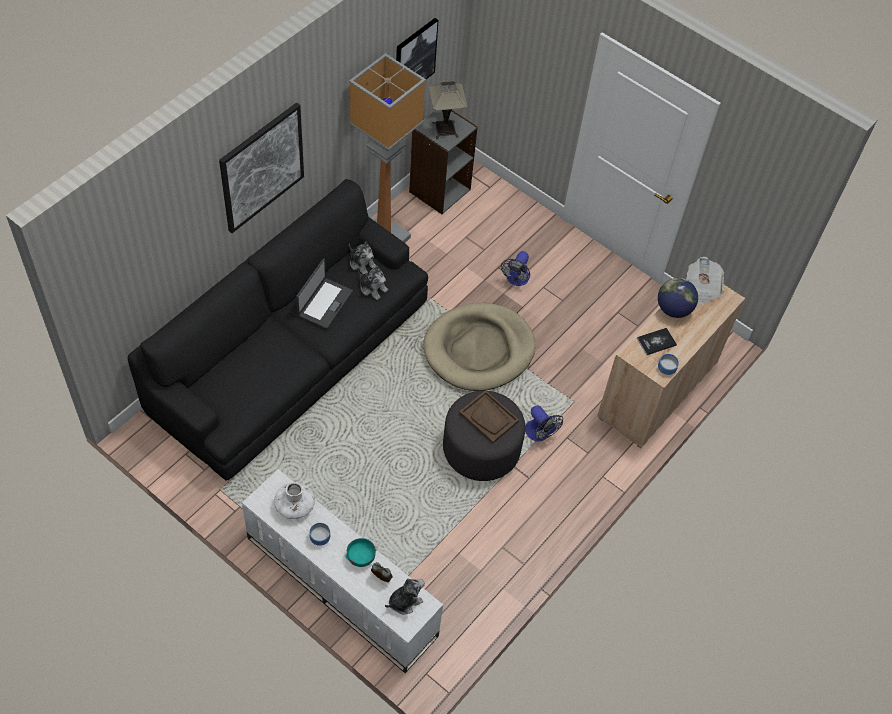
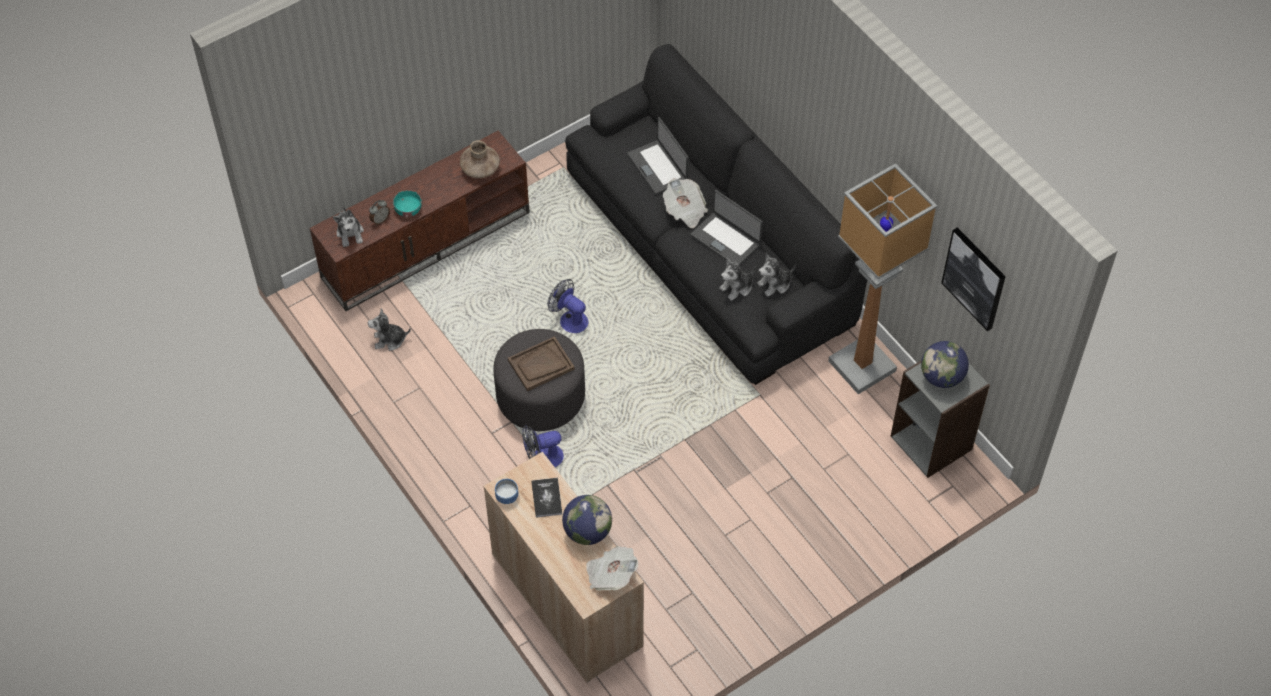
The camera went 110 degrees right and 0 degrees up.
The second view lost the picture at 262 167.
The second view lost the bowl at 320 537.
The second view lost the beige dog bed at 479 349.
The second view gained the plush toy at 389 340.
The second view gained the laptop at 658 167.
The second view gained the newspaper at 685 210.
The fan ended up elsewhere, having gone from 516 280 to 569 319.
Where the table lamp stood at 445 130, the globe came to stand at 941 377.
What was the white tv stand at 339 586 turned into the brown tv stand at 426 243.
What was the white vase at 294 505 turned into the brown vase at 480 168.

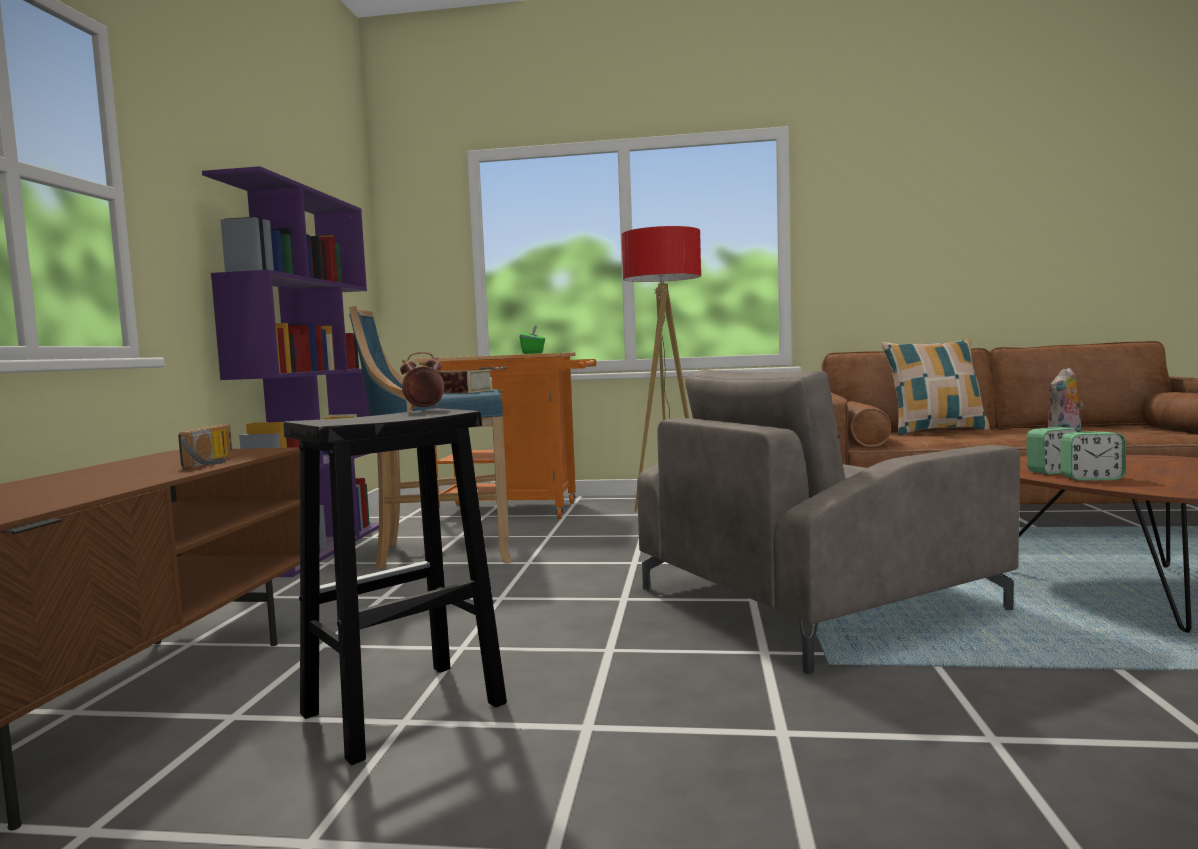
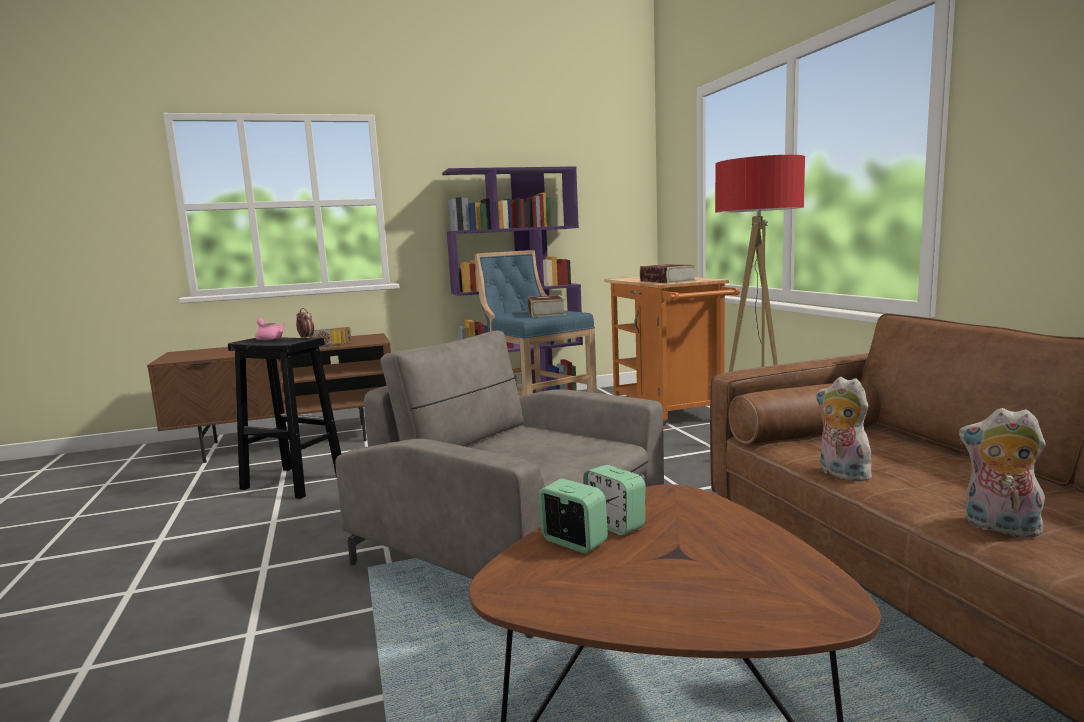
The camera went 65 degrees right and 5 degrees up.
The second view lost the pillow at 935 431.
The second view gained the pink teapot at 268 338.
The second view gained the plush toy at 840 474.
Where the green tissue box stood at 533 353, the book came to stand at 667 281.
The alarm clock at 1091 478 ended up facing another way, 150 degrees clockwise from before.

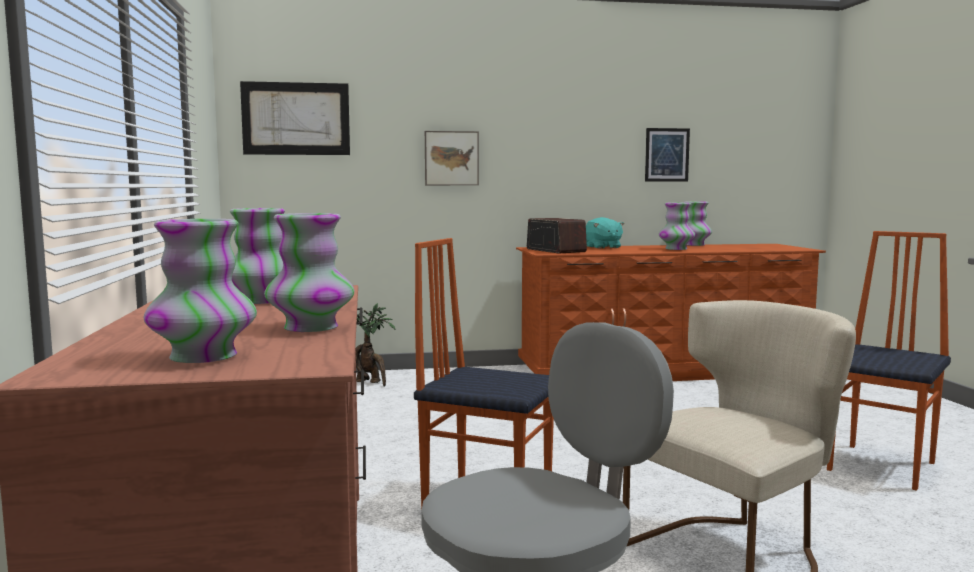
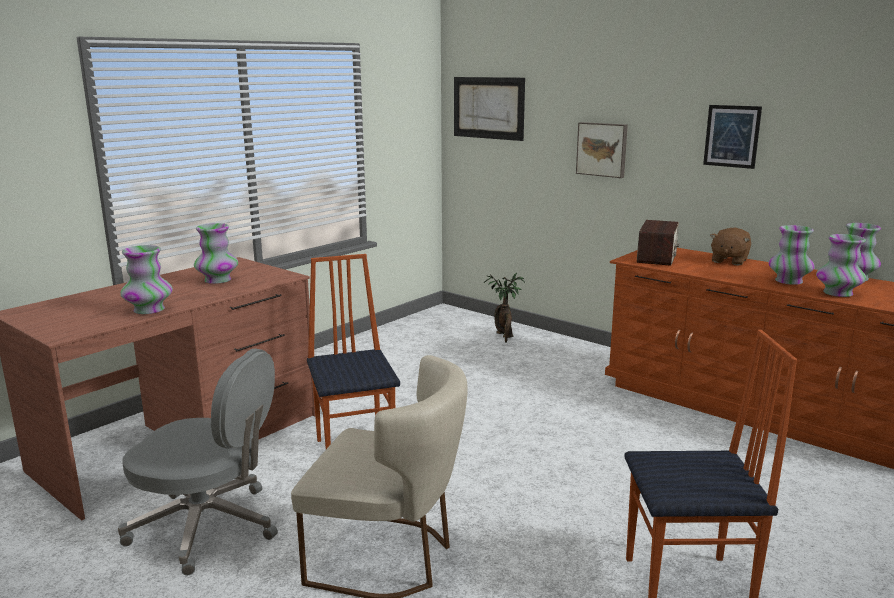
The camera went 50 degrees right and 10 degrees up.
The vase ended up elsewhere, having gone from 203 357 to 837 293.
The picture ended up elsewhere, having gone from 667 155 to 732 136.
What was the turquoise plush toy at 602 247 turned into the brown plush toy at 728 261.

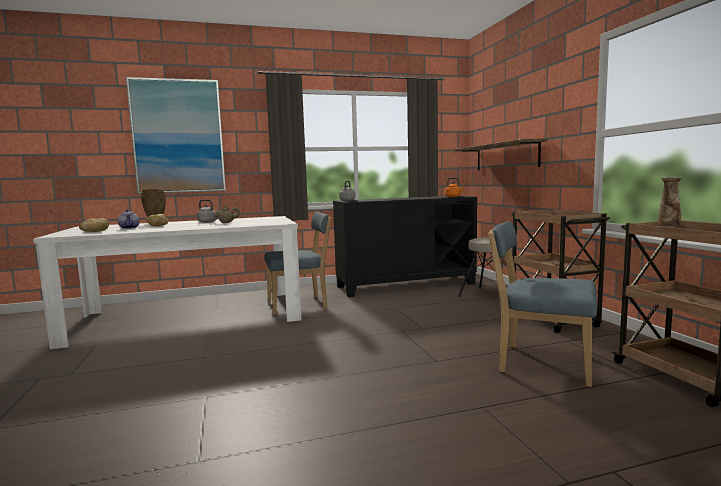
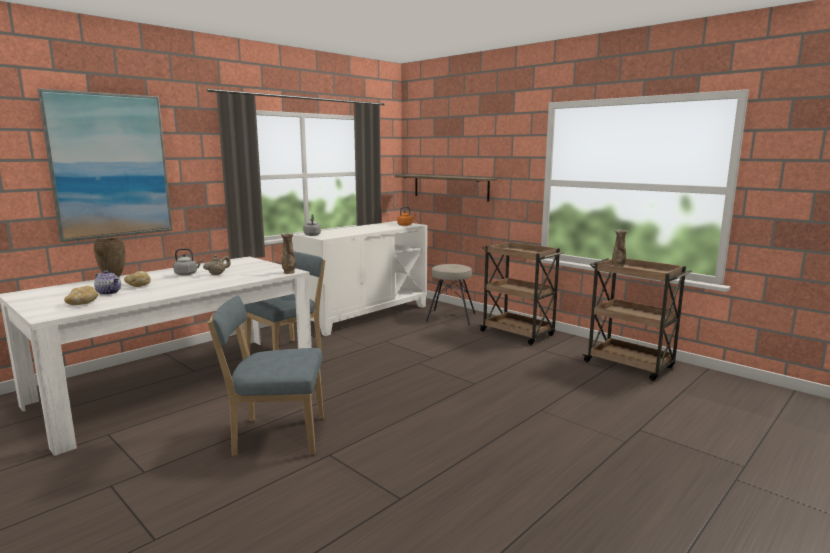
The camera went 30 degrees left and 5 degrees up.
The second view gained the vase at 289 272.
The blue chair ended up elsewhere, having gone from 540 363 to 275 436.
What was the black cabinet at 405 285 turned into the white cabinet at 364 315.

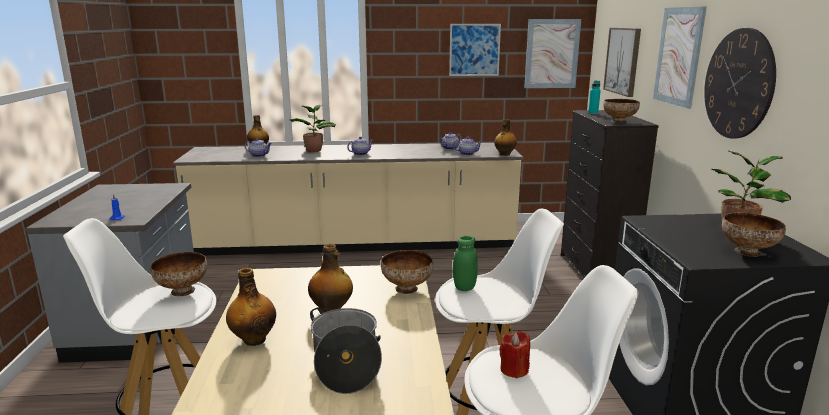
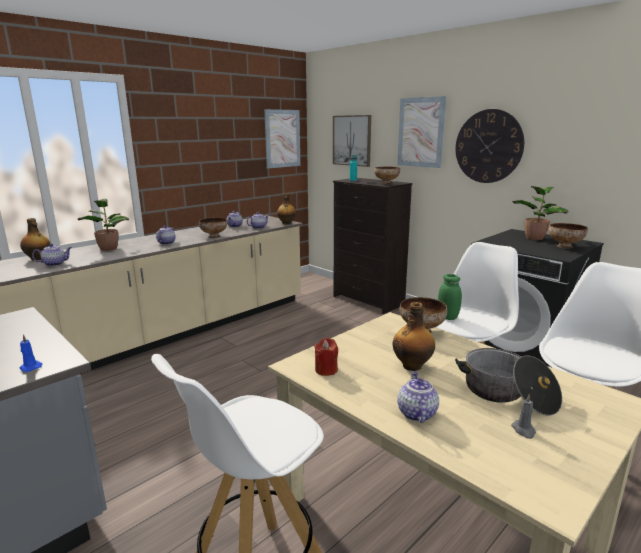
The camera went 40 degrees left and 0 degrees up.
The second view lost the picture at 474 50.
The second view gained the grey candle at 524 430.
The bowl ended up elsewhere, having gone from 182 291 to 213 236.
The red candle ended up elsewhere, having gone from 514 369 to 326 370.
Where the bottle stood at 254 339, the teapot came to stand at 416 413.

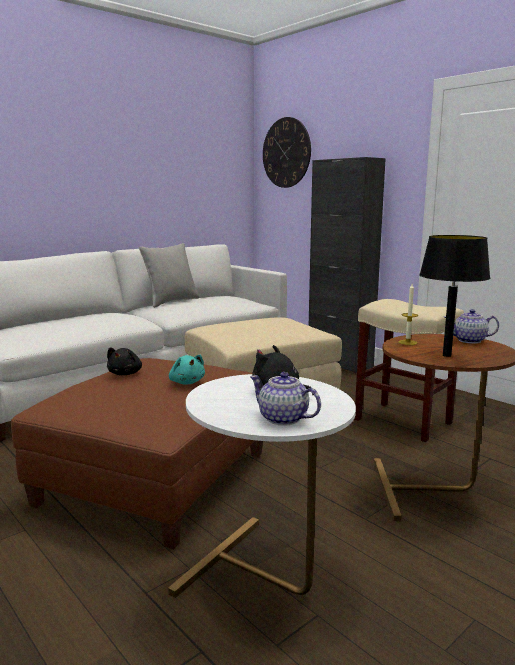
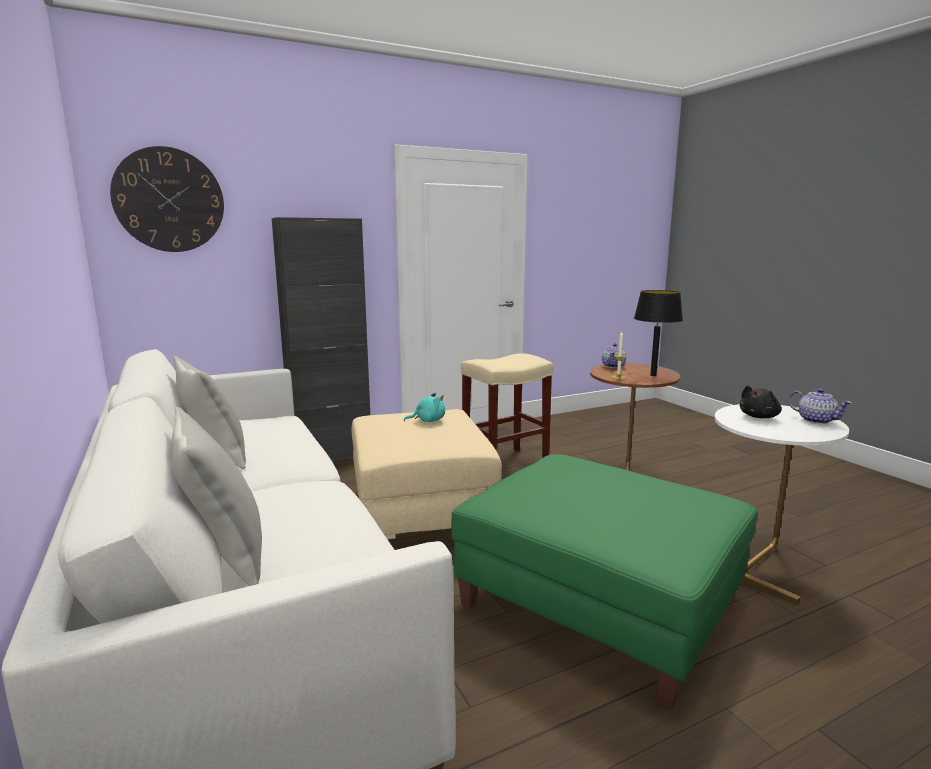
The camera went 75 degrees left and 0 degrees up.
The second view lost the black plush toy at 126 373.
The second view gained the grey pillow at 224 555.
The turquoise plush toy ended up elsewhere, having gone from 186 382 to 428 421.
What was the brown ottoman at 155 477 turned into the green ottoman at 597 602.
The teapot at 283 419 ended up facing another way, 90 degrees counterclockwise from before.

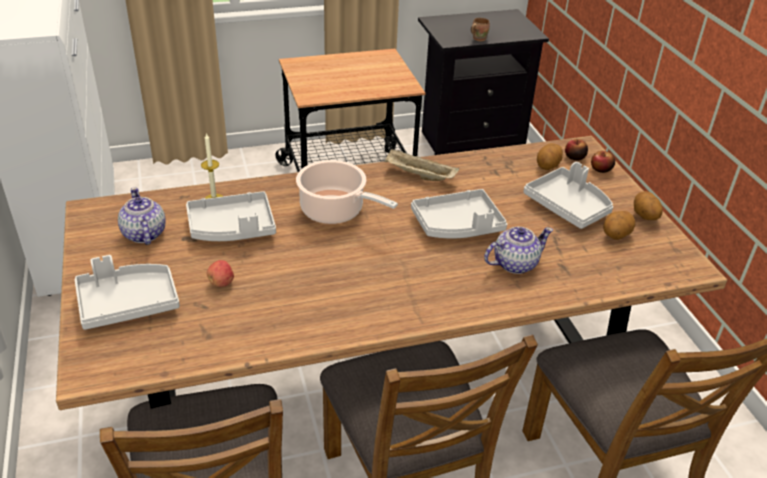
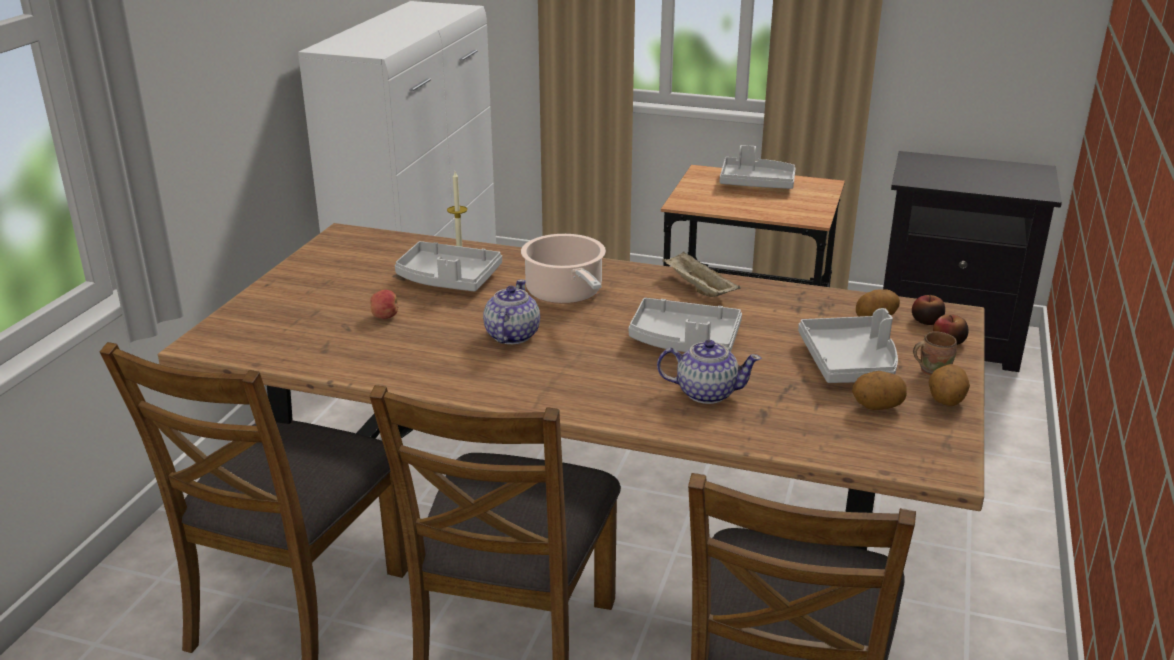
The camera went 35 degrees right and 10 degrees down.
The grey tray ended up elsewhere, having gone from 128 303 to 756 183.
The teapot ended up elsewhere, having gone from 144 234 to 511 336.
The brown mug ended up elsewhere, having gone from 478 38 to 932 372.

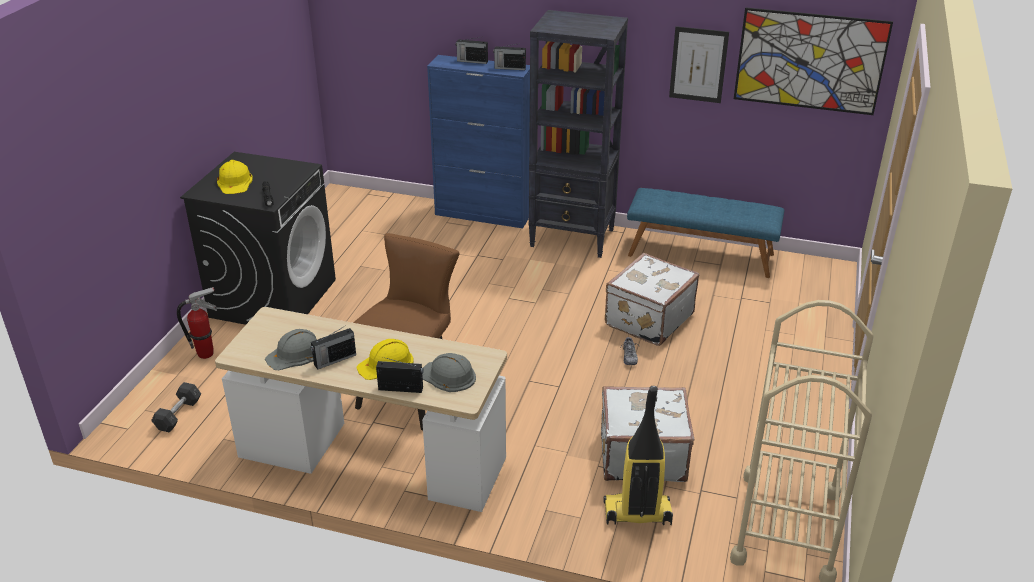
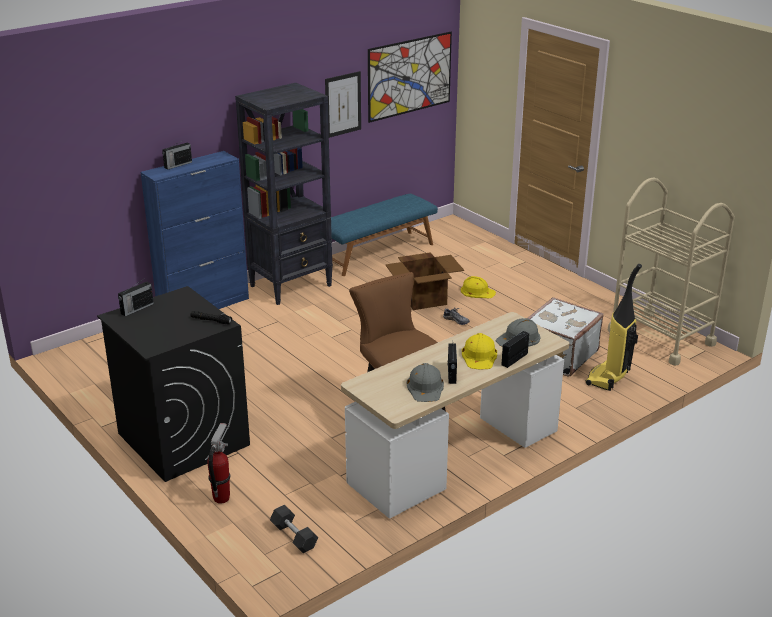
The camera went 55 degrees left and 5 degrees down.
The yellow hard hat ended up elsewhere, having gone from 235 182 to 477 291.
The radio ended up elsewhere, having gone from 509 68 to 136 309.
Where the white suitcase stood at 647 319, the cardboard box came to stand at 424 299.

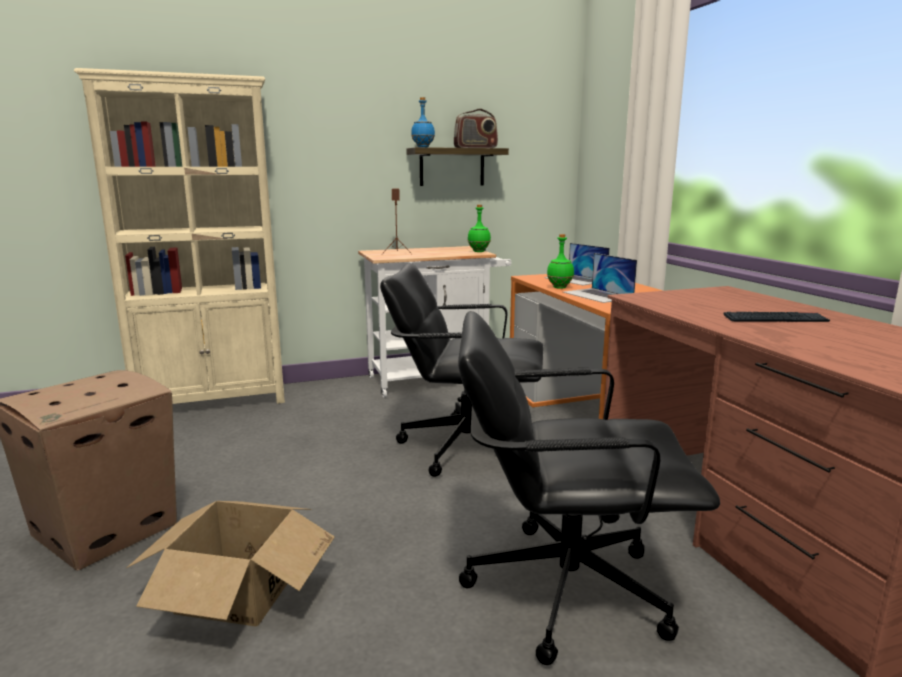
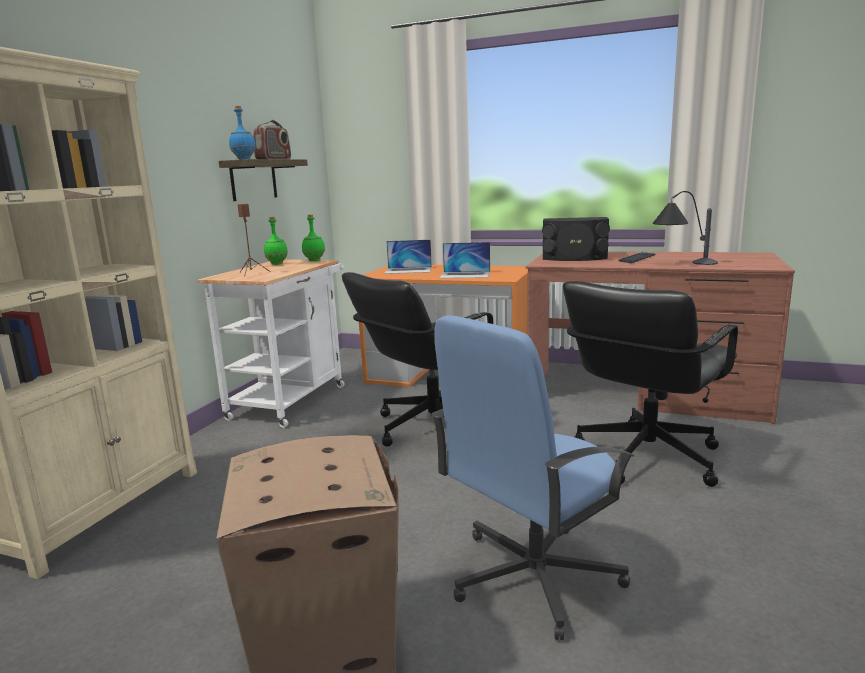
The camera went 50 degrees left and 0 degrees up.
The second view gained the black speaker at 574 257.
The second view gained the table lamp at 681 264.
The green bottle ended up elsewhere, having gone from 559 287 to 276 264.
Where the cardboard box stood at 239 589, the blue office chair came to stand at 532 576.

